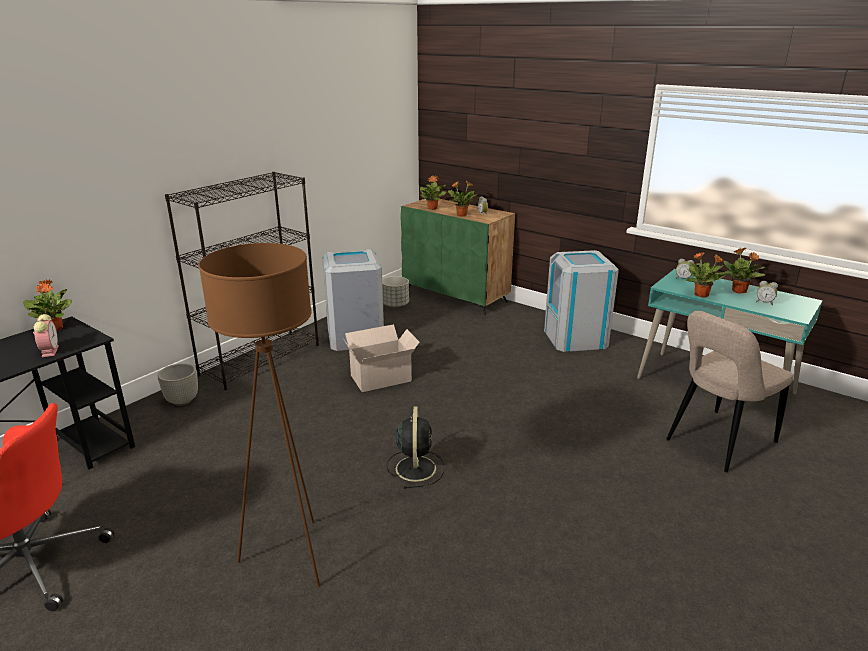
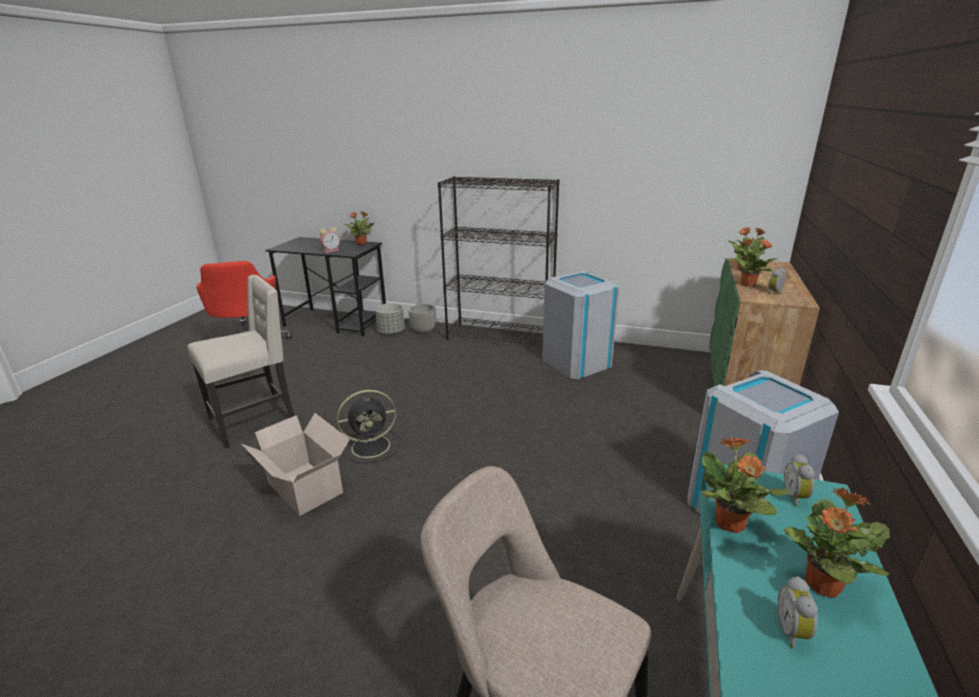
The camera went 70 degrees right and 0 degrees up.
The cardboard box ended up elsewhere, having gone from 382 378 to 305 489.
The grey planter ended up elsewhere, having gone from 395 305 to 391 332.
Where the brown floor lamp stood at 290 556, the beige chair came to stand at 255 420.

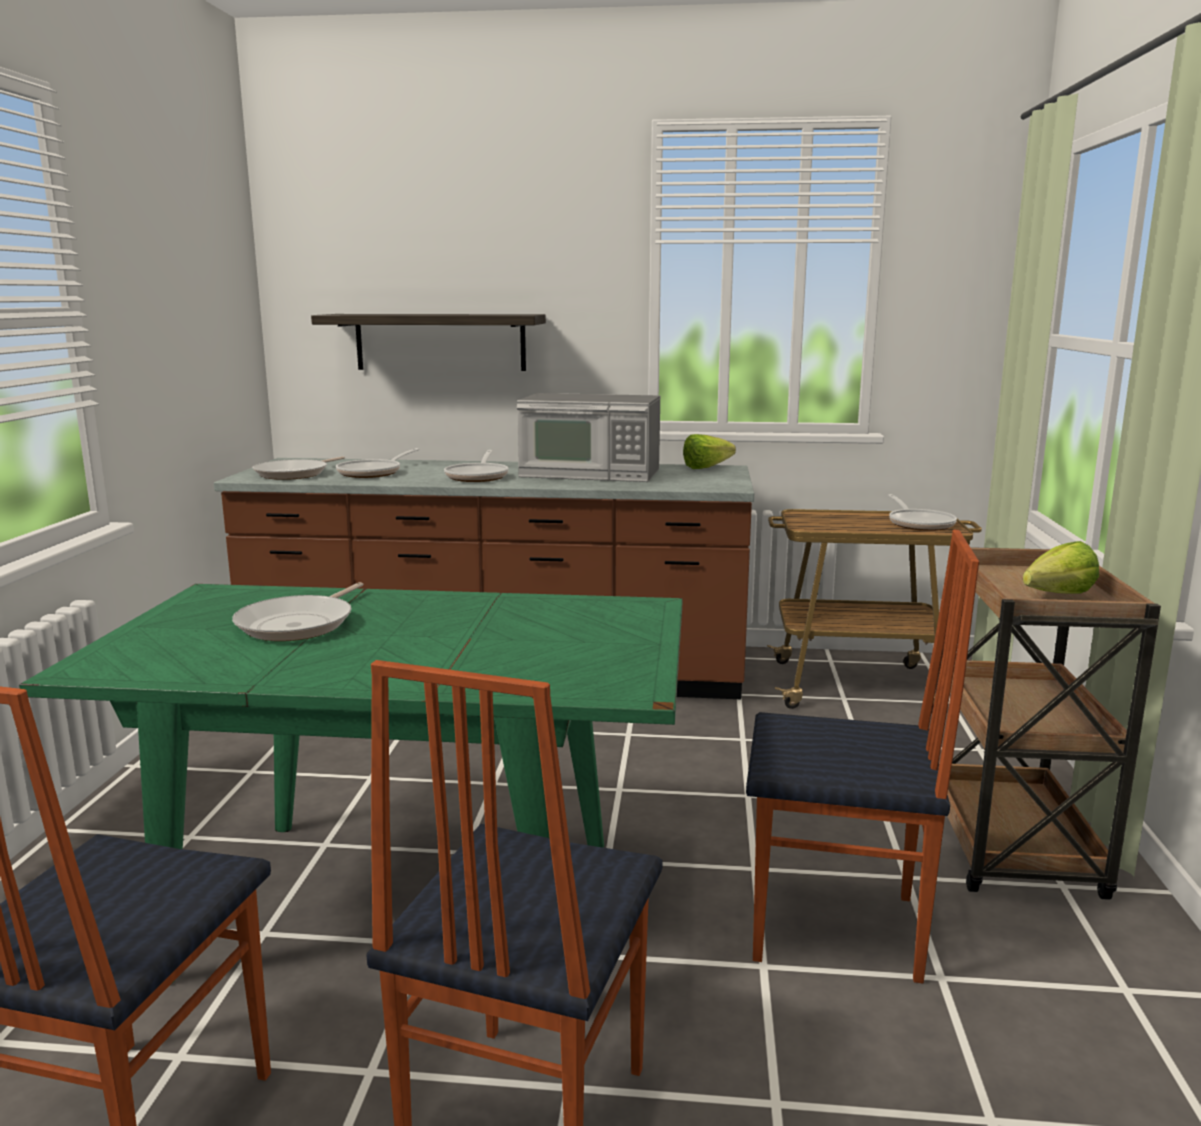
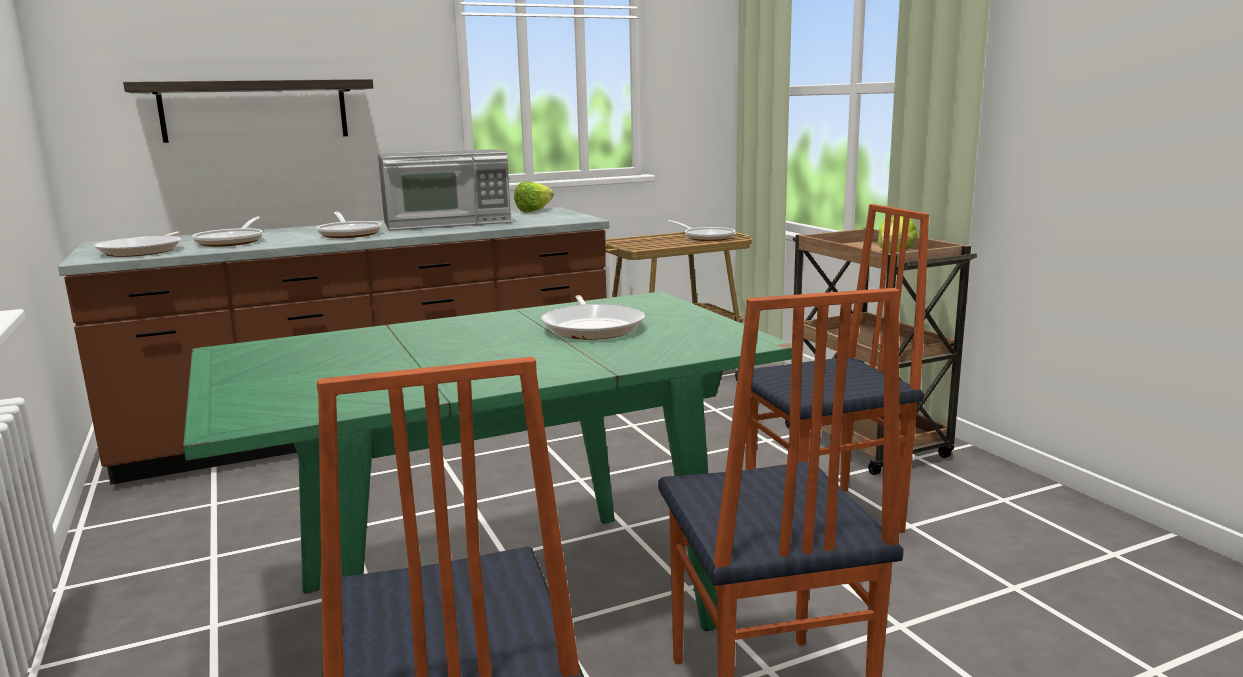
The camera went 30 degrees left and 0 degrees up.
The frying pan ended up elsewhere, having gone from 300 624 to 593 327.

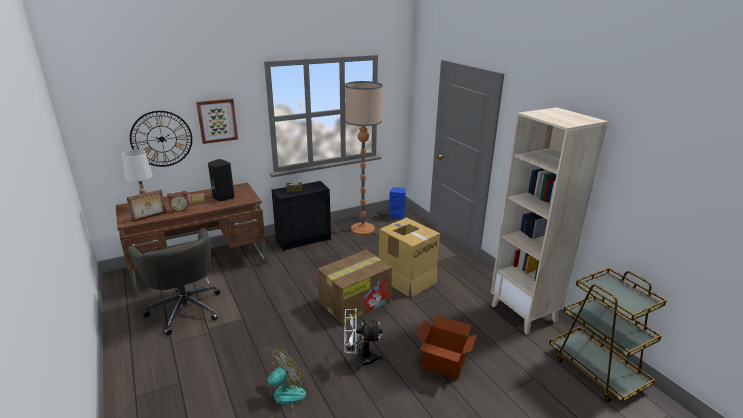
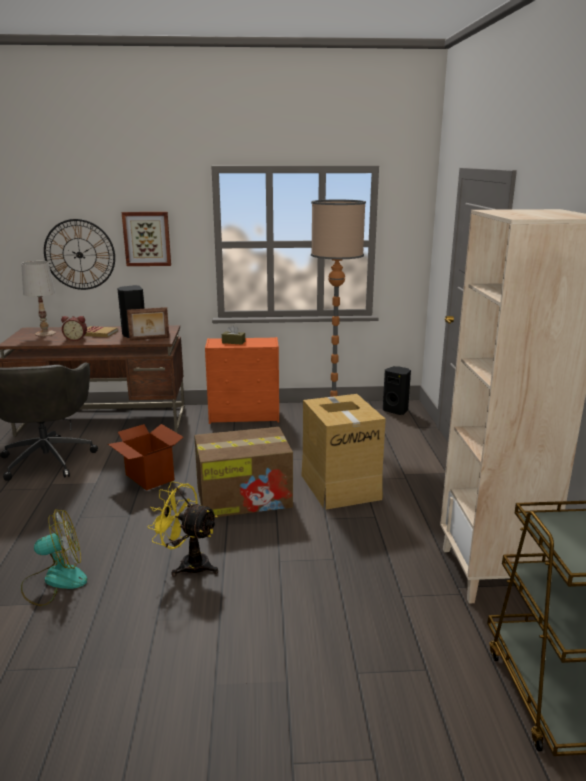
The camera went 25 degrees right and 5 degrees down.
The picture frame ended up elsewhere, having gone from 149 217 to 149 339.
The cardboard box ended up elsewhere, having gone from 443 364 to 149 477.
What was the black dresser at 304 240 turned into the orange dresser at 245 416.
What was the white fan at 360 359 turned into the yellow fan at 188 564.
What was the blue speaker at 397 216 turned into the black speaker at 396 410.

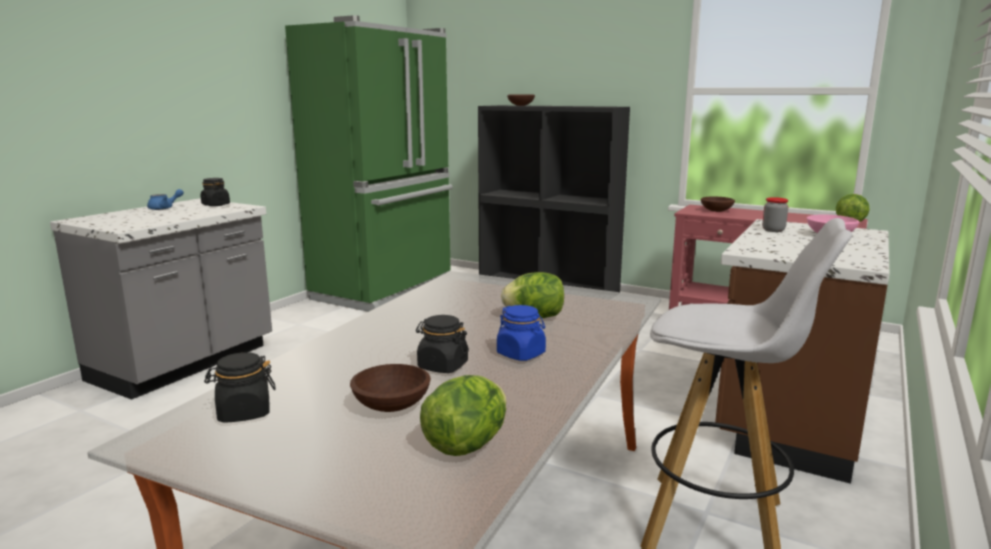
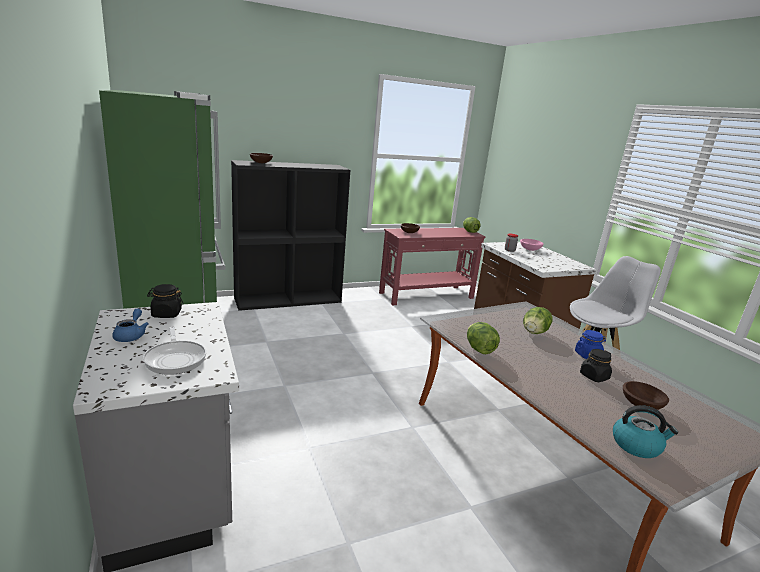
The camera went 55 degrees left and 5 degrees up.
The second view gained the frying pan at 175 359.
The lettuce ended up elsewhere, having gone from 466 444 to 479 349.
Where the black jar stood at 244 412, the kettle came to stand at 636 445.

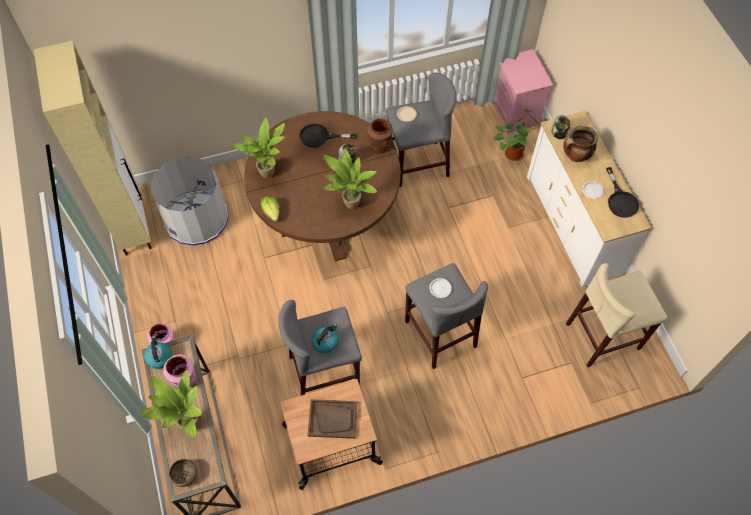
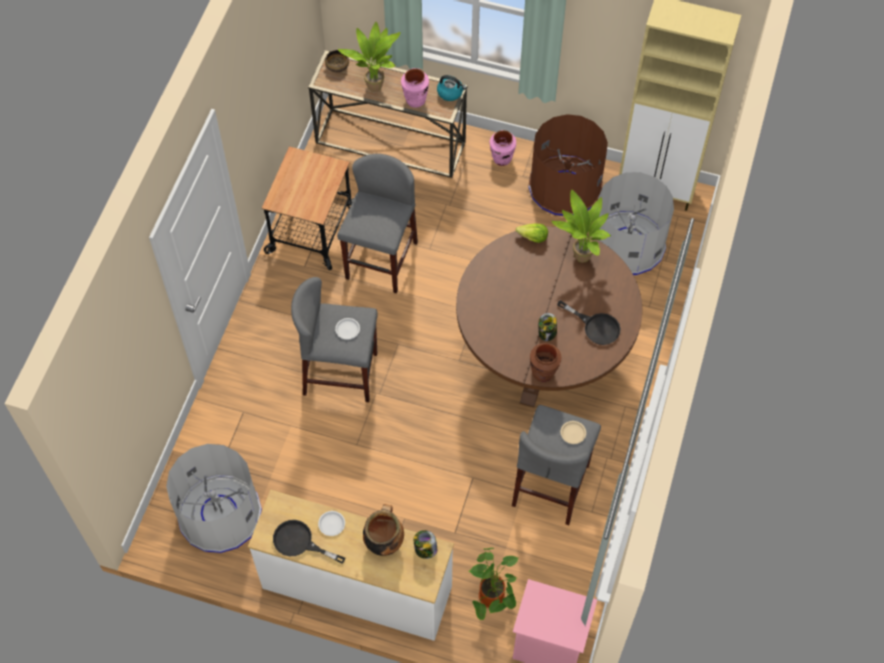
The camera went 125 degrees right and 0 degrees up.
The second view lost the brown tray at 333 419.
The second view lost the kettle at 325 341.
The second view lost the potted plant at 350 206.
The second view gained the brown trash can at 565 187.
Where the beige stool stood at 603 336, the grey trash can came to stand at 220 514.
The black frying pan at 320 137 ended up facing another way, 90 degrees clockwise from before.

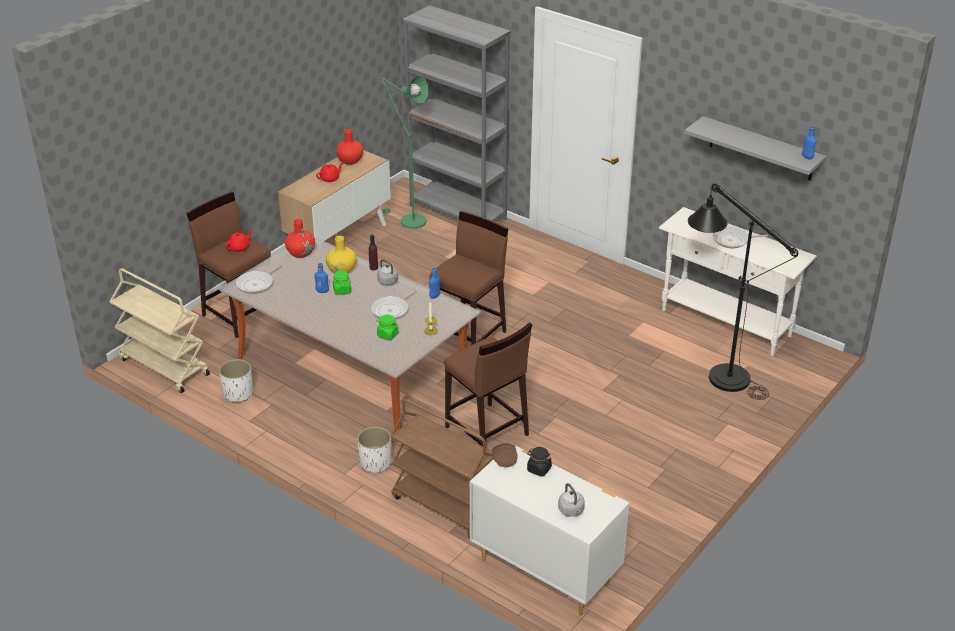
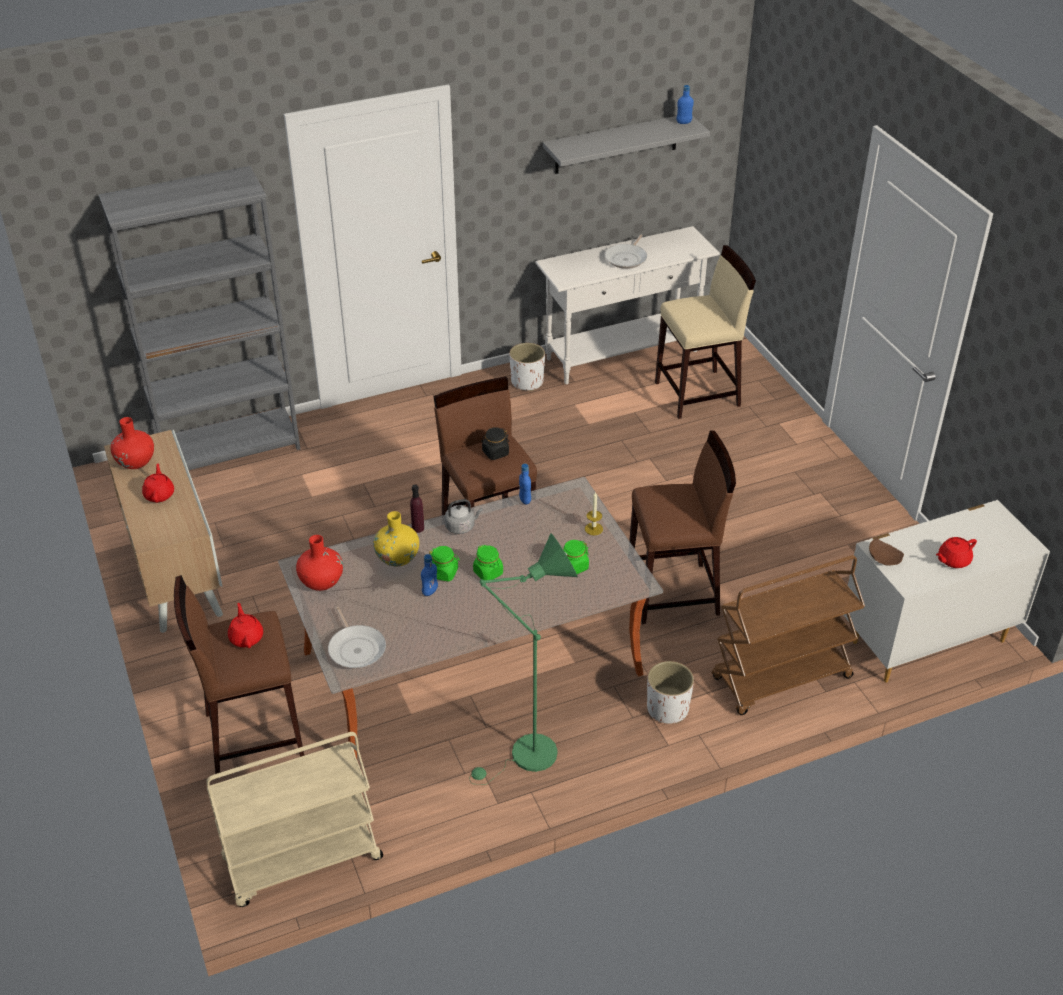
The camera went 60 degrees left and 5 degrees up.
The second view lost the frying pan at 392 309.
The second view lost the grey kettle at 571 511.
The second view gained the green jar at 488 573.
The second view gained the red teapot at 953 560.
The white planter ended up elsewhere, having gone from 238 394 to 526 382.
The green floor lamp ended up elsewhere, having gone from 408 220 to 526 758.
The black jar ended up elsewhere, having gone from 539 469 to 495 453.
Where the black floor lamp stood at 719 373, the beige stool came to stand at 698 394.

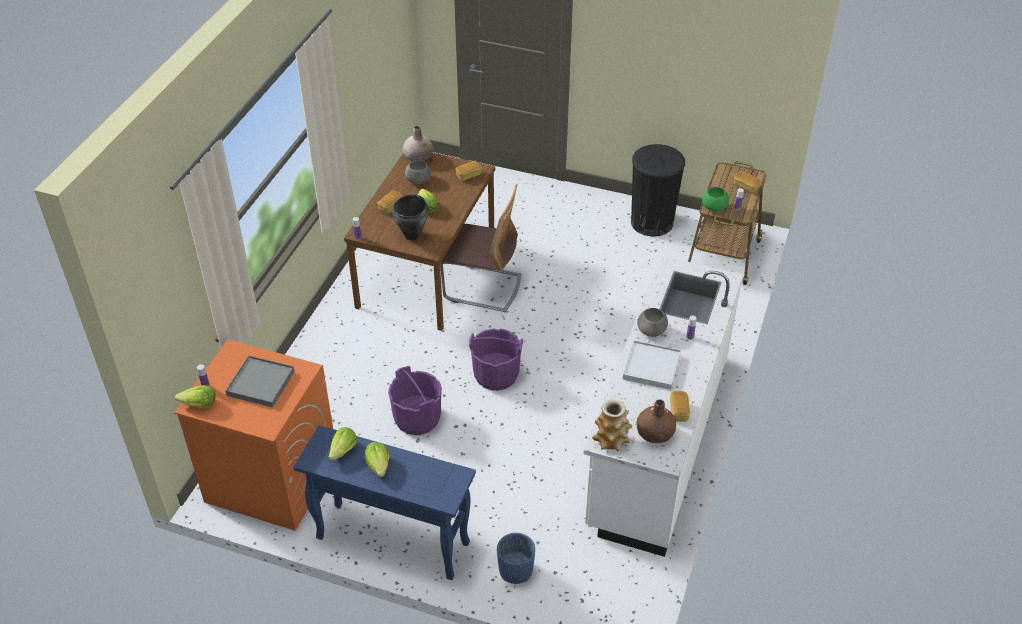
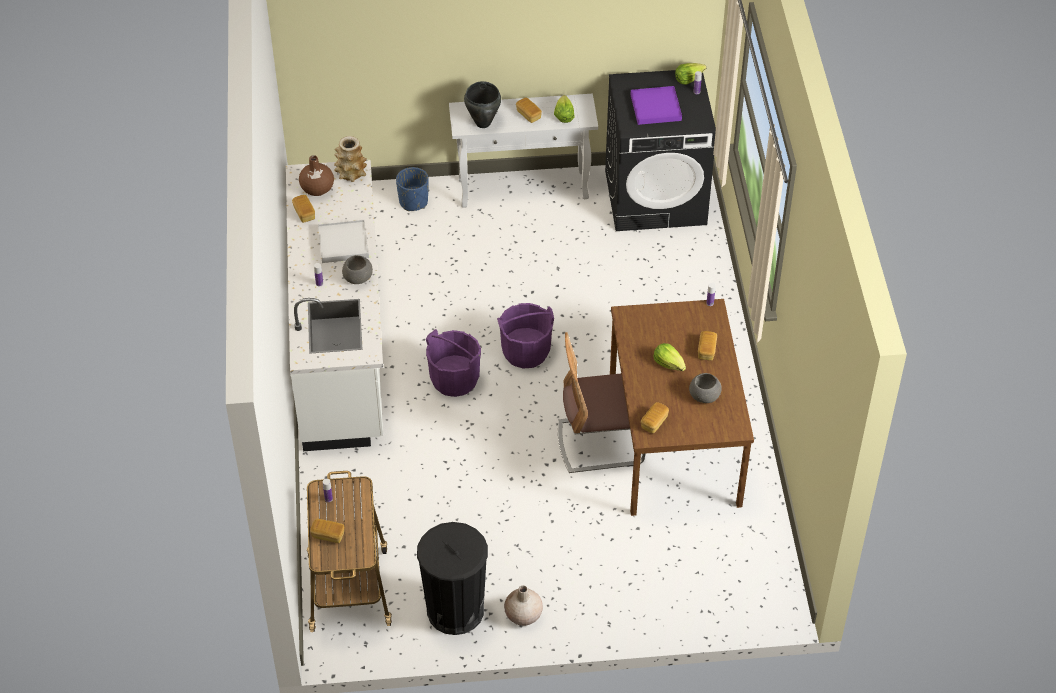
The camera went 155 degrees right and 5 degrees up.
The second view lost the green bowl at 713 207.
The purple bucket ended up elsewhere, having gone from 417 418 to 455 379.
The black cooking pot ended up elsewhere, having gone from 412 235 to 482 123.
The beige vase ended up elsewhere, having gone from 418 158 to 523 615.
Where the lettuce stood at 379 465, the bread came to stand at 528 115.
What was the orange washing machine at 271 479 turned into the black washing machine at 656 197.
What was the grey tray at 261 383 turned into the purple tray at 655 107.
What was the blue console table at 391 541 turned into the white console table at 524 189.

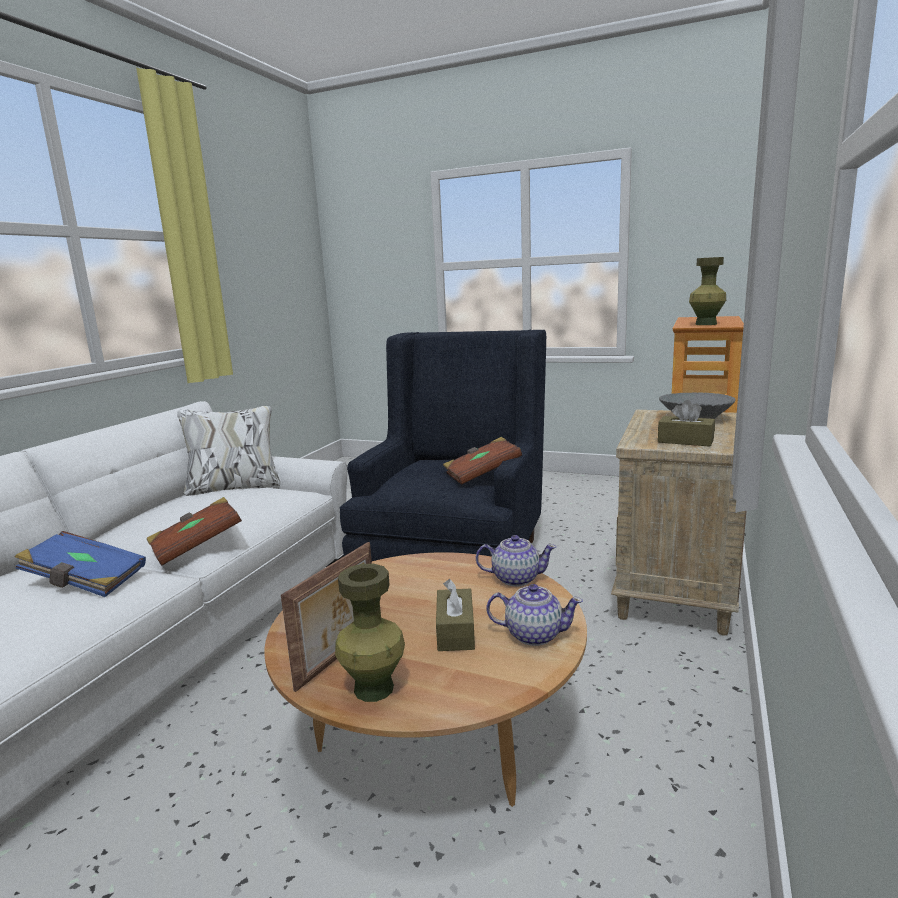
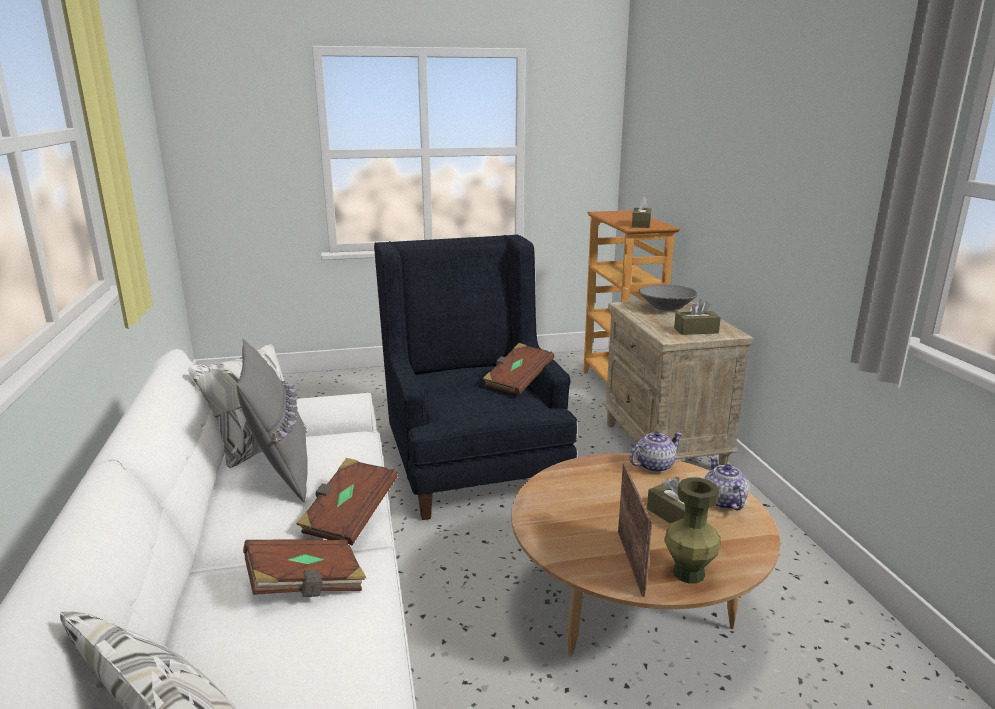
The camera went 35 degrees left and 5 degrees up.
The second view gained the grey pillow at 280 471.
Where the green vase stood at 705 324, the brown tissue box came to stand at 641 224.
What was the blue book at 86 582 turned into the brown book at 306 585.
The teapot at 533 634 ended up facing another way, 75 degrees counterclockwise from before.

